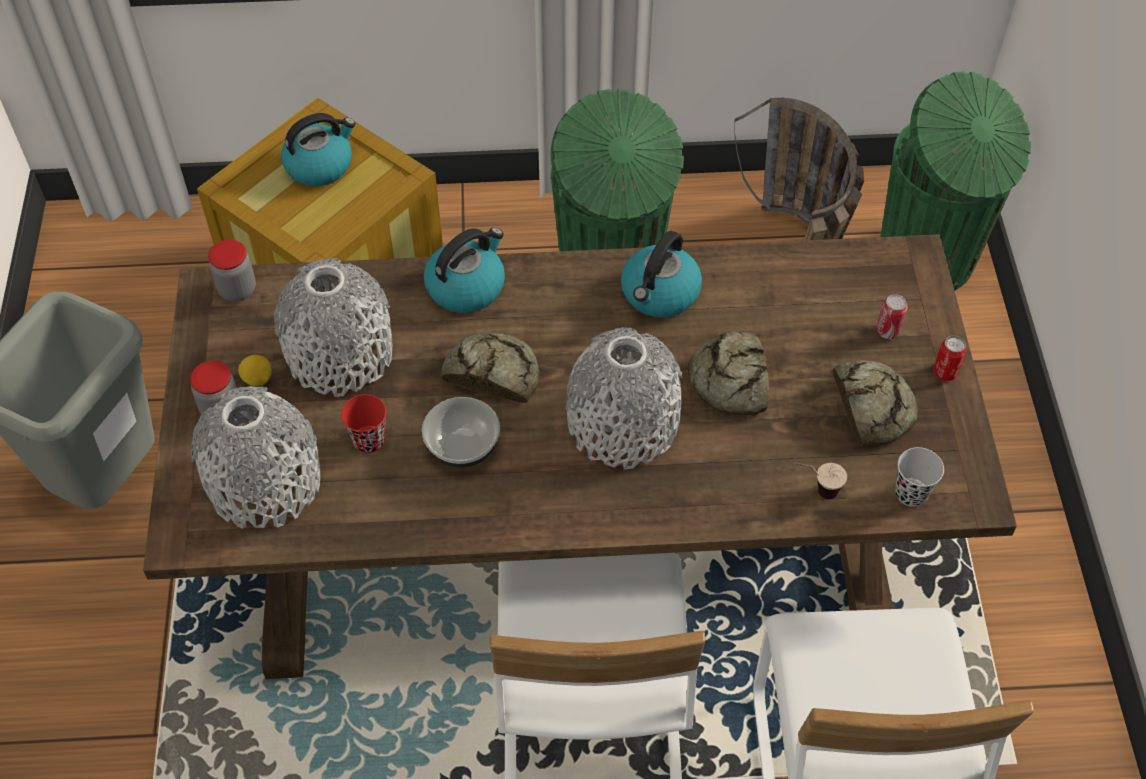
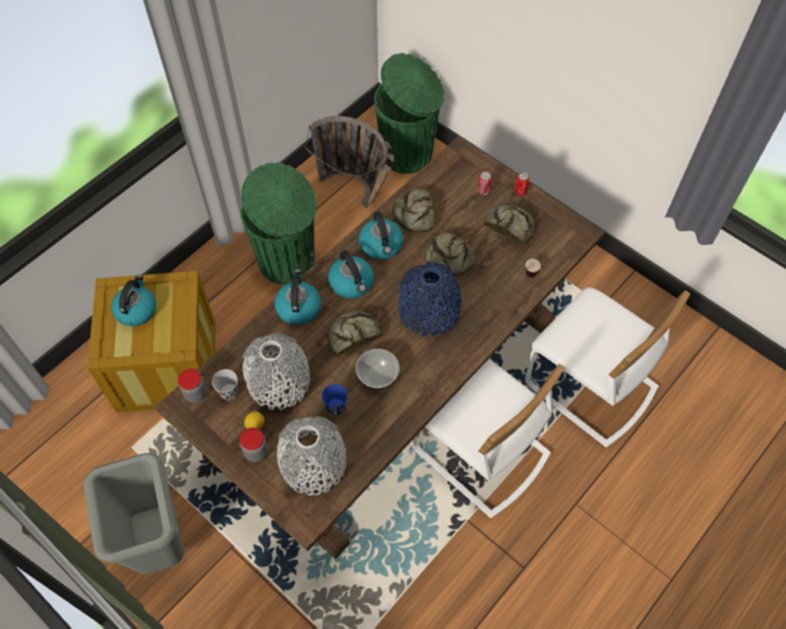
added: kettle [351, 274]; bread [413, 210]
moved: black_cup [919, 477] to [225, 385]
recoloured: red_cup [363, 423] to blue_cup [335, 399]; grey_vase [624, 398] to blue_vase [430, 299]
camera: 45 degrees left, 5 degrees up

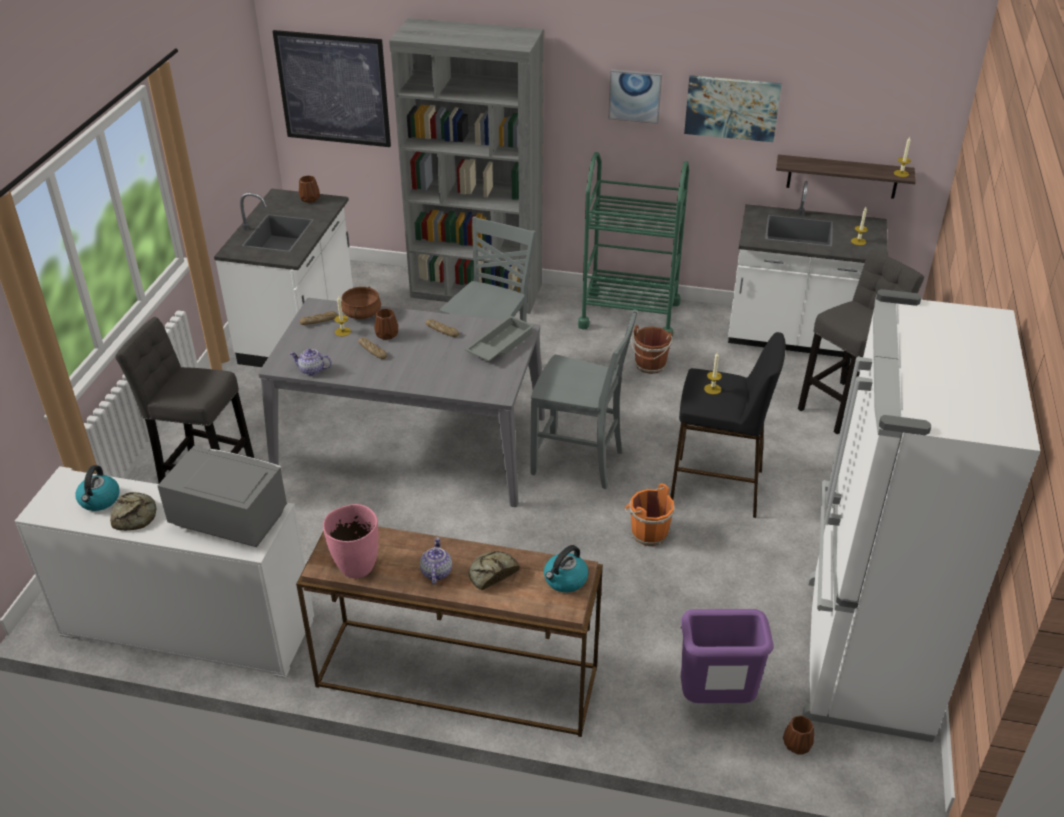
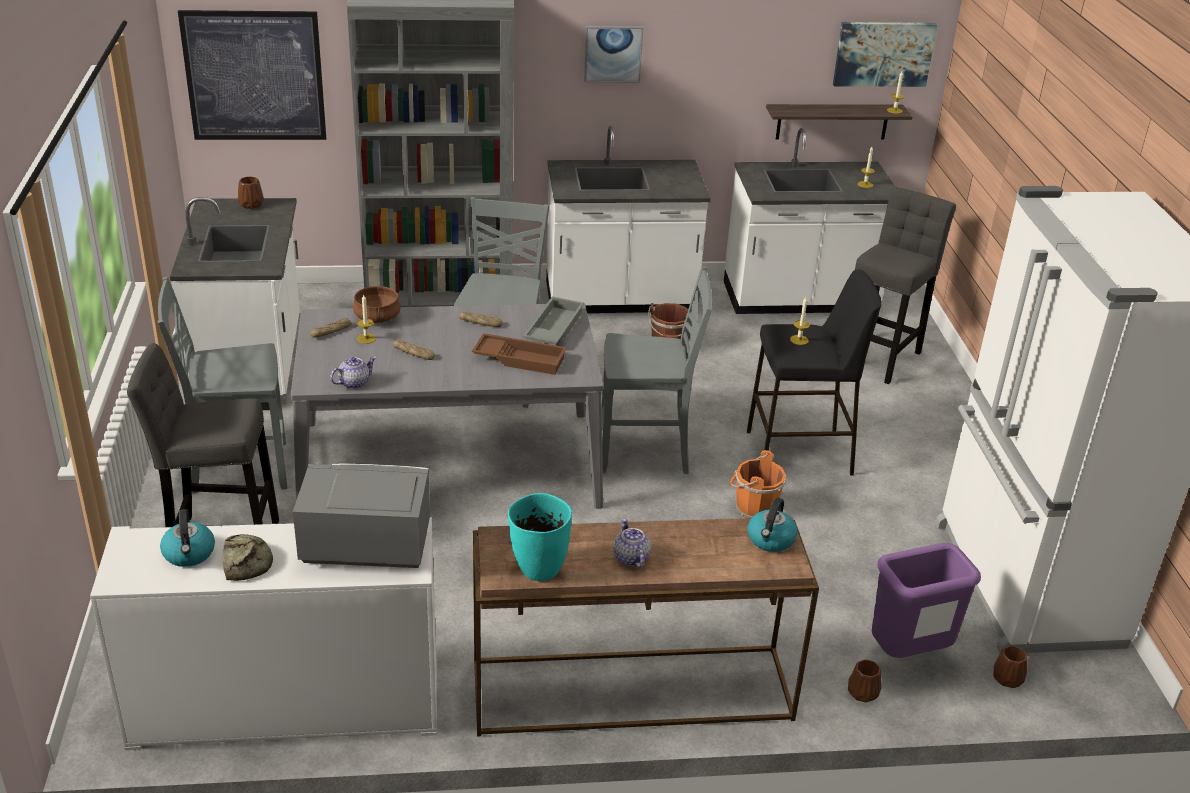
removed: bread [494, 570]
added: grey_chair [222, 385]; brown_tray [519, 354]
moved: brown_vase [386, 324] to [865, 681]; picture [733, 108] to [885, 54]
replaced: green_cart [633, 244] to white_counter [628, 219]
recoloured: pink_vase [351, 541] to turquoise_vase [540, 537]
turned: teapot [311, 362] = [353, 372] 150 degrees clockwise
camera: 20 degrees left, 5 degrees down

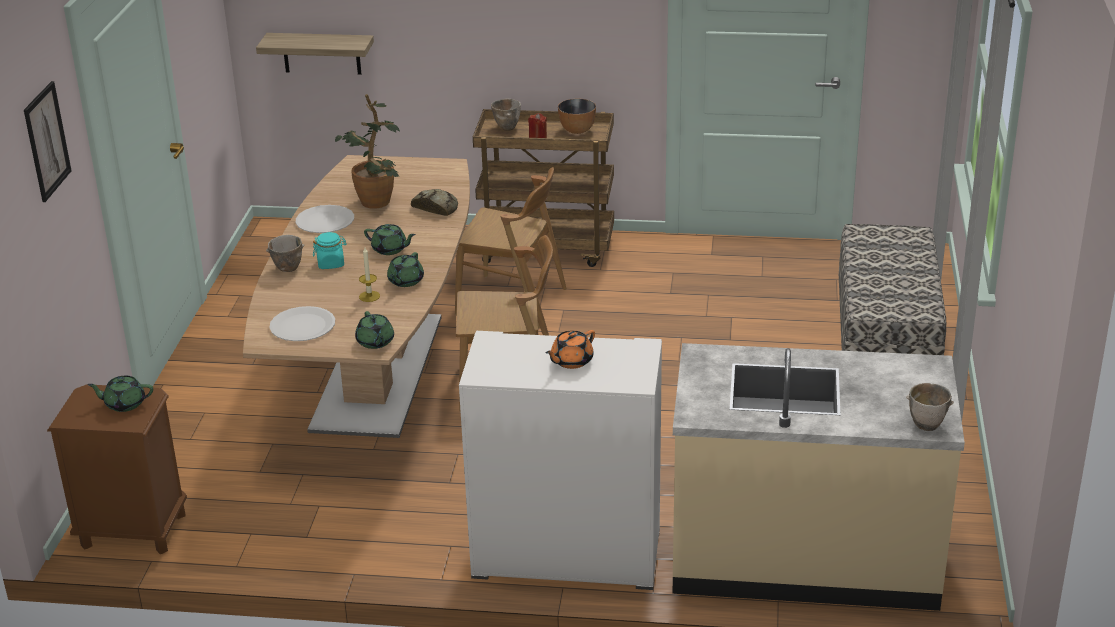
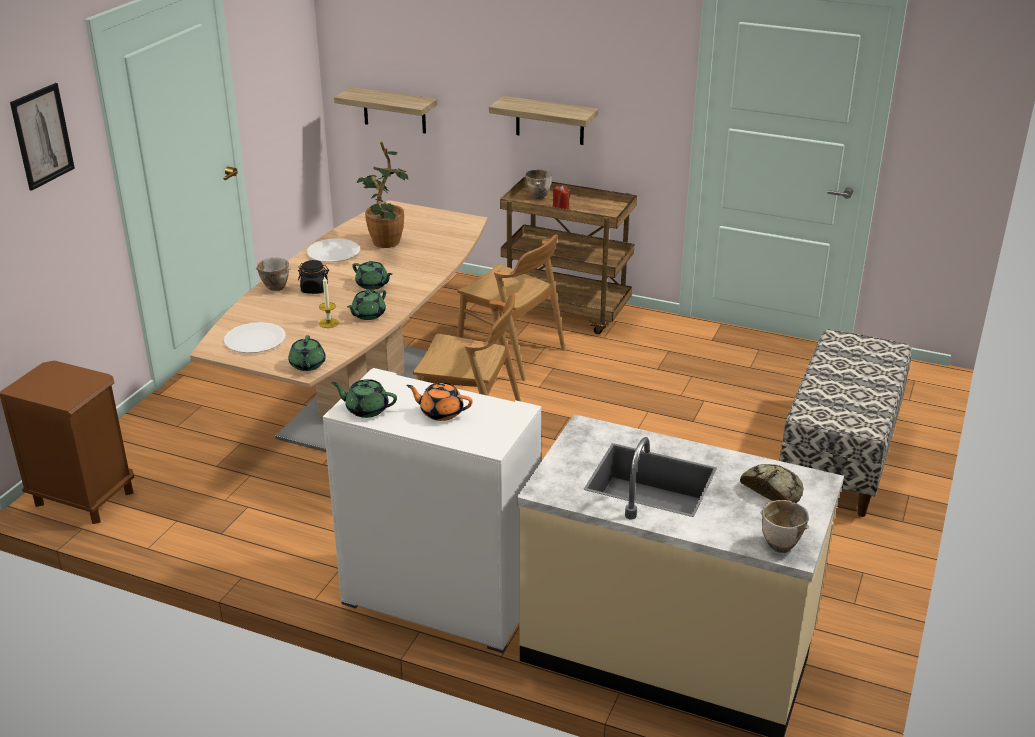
removed: bowl [577, 116]
added: shelf [543, 120]
moved: green_teapot [120, 394] to [364, 398]; bread [434, 202] to [771, 483]
recoloured: turquoise_jar [330, 250] to black_jar [313, 277]
turned: orange_teapot [570, 349] = [439, 401] 45 degrees clockwise
camera: 15 degrees right, 0 degrees up

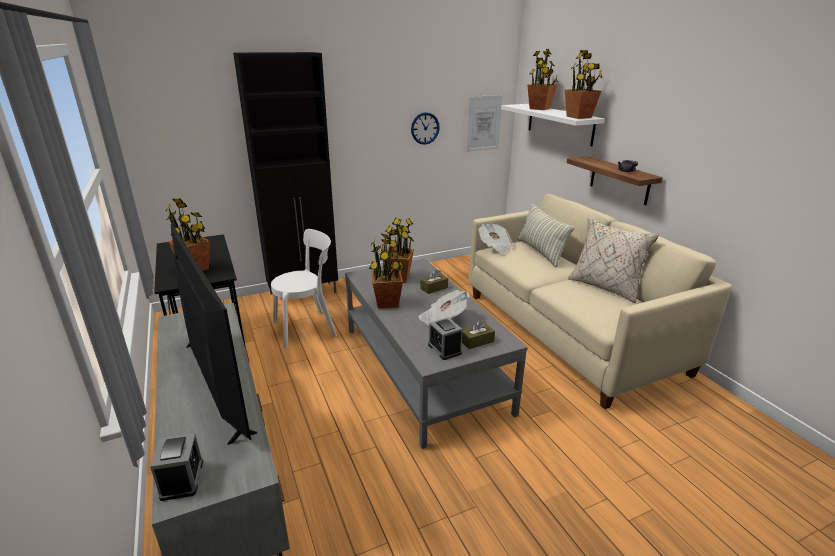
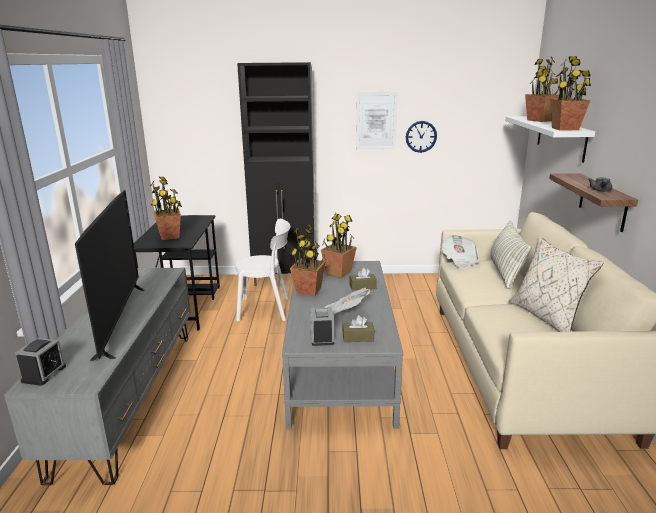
moved: picture [484, 123] to [377, 121]
camera: 25 degrees right, 5 degrees down

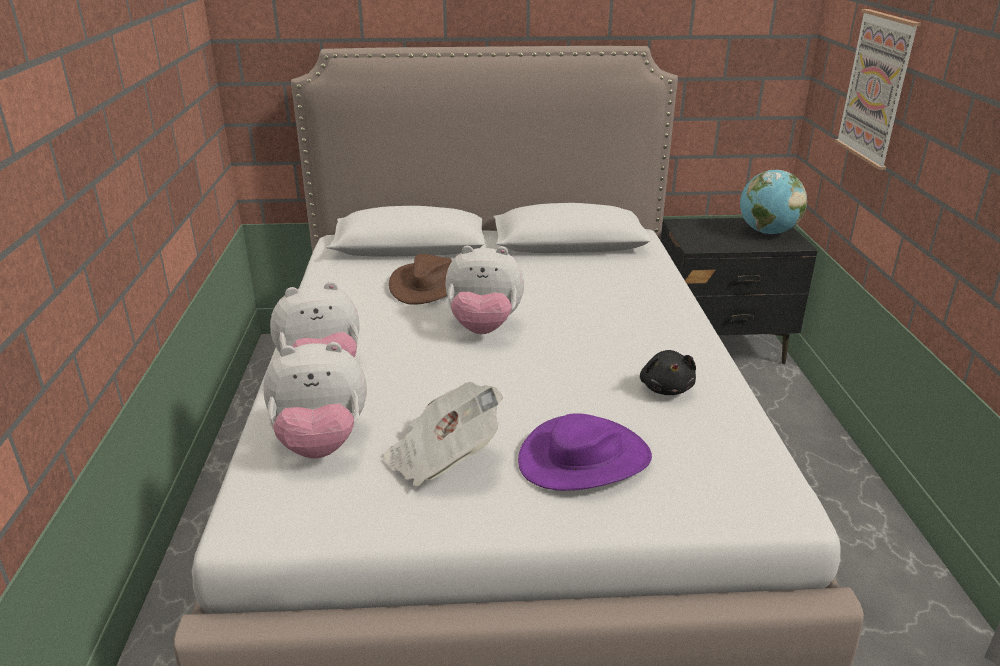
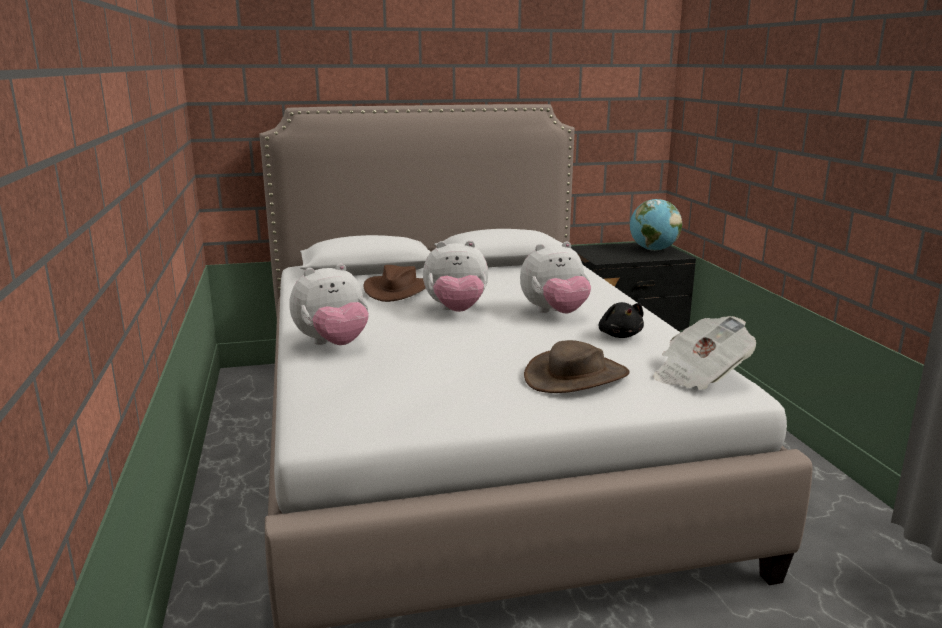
removed: picture [878, 89]
moved: plush_toy [315, 400] to [555, 277]; newspaper [443, 434] to [704, 353]
recoloured: purple_hat [585, 452] to brown_hat [577, 366]
camera: 10 degrees left, 10 degrees down

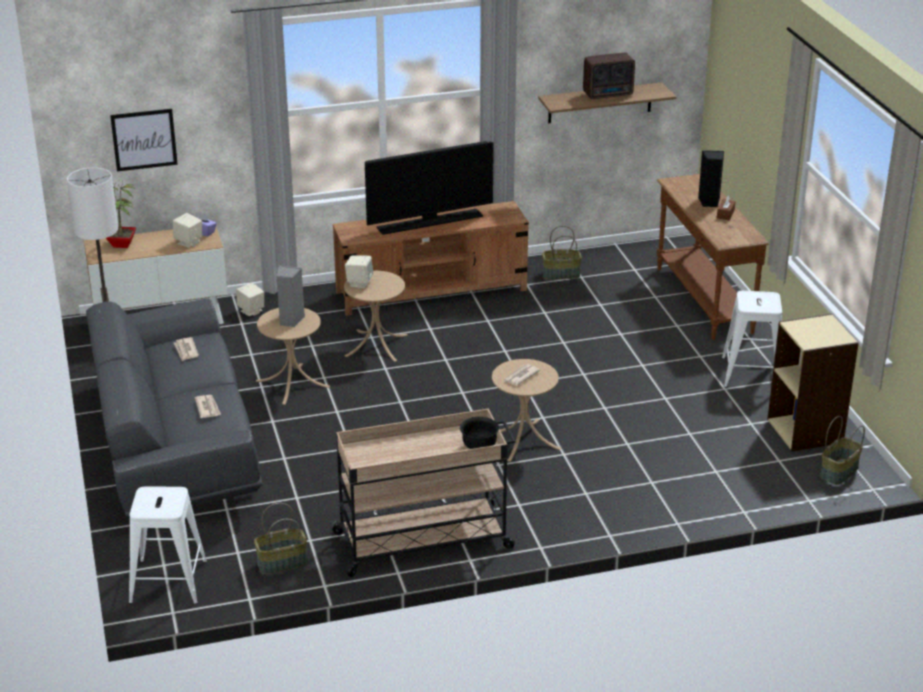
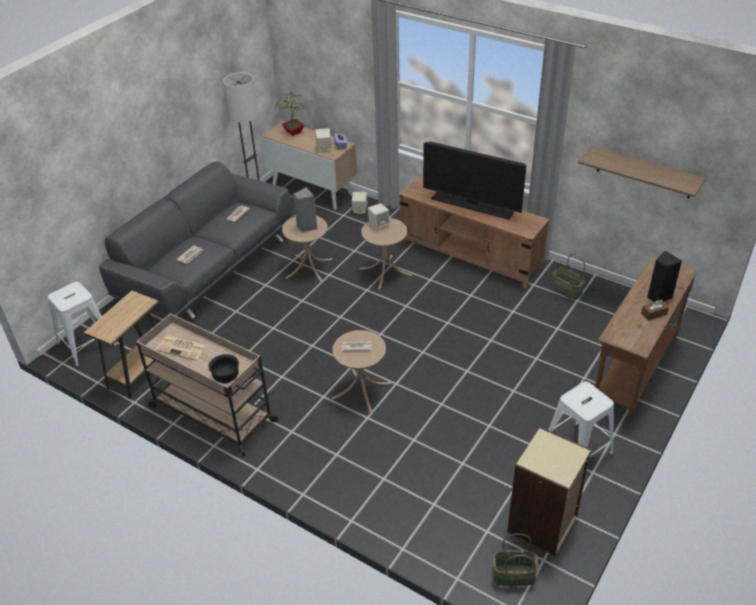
removed: picture [144, 140]; radio [609, 76]
added: newspaper [182, 348]
replaced: basket [280, 538] to brown_side_table [121, 345]
camera: 50 degrees right, 10 degrees up

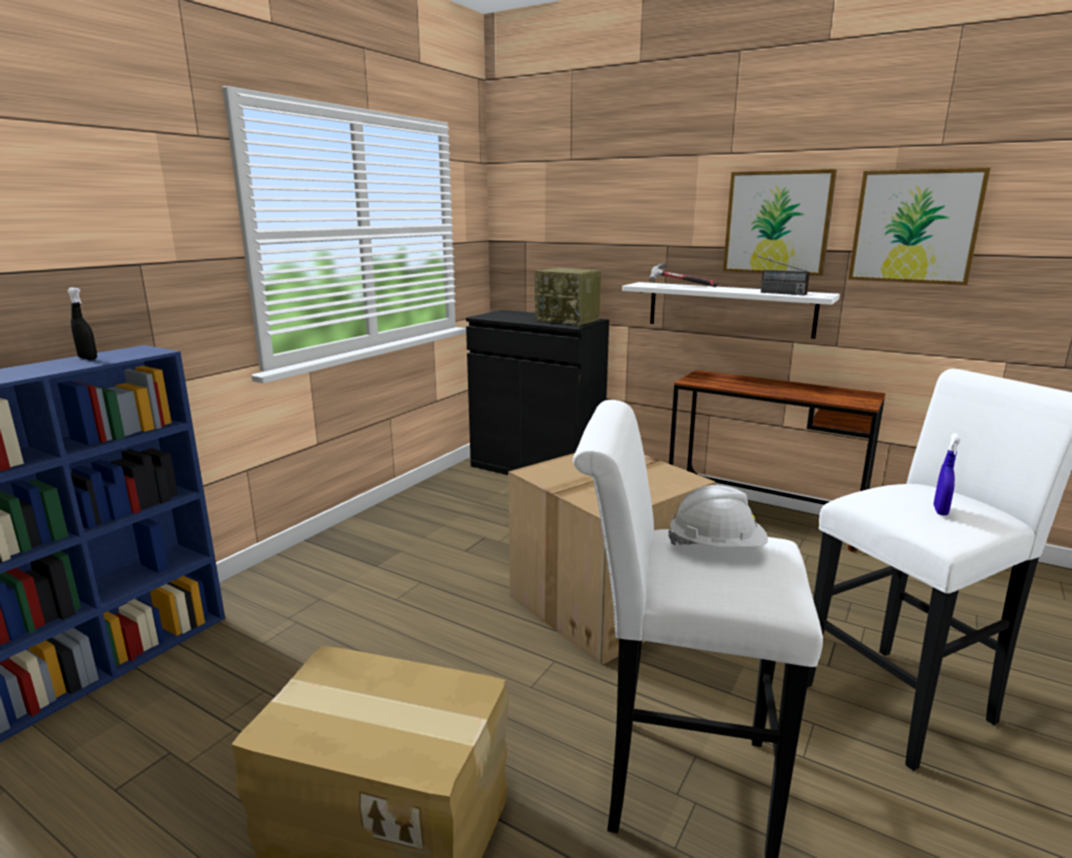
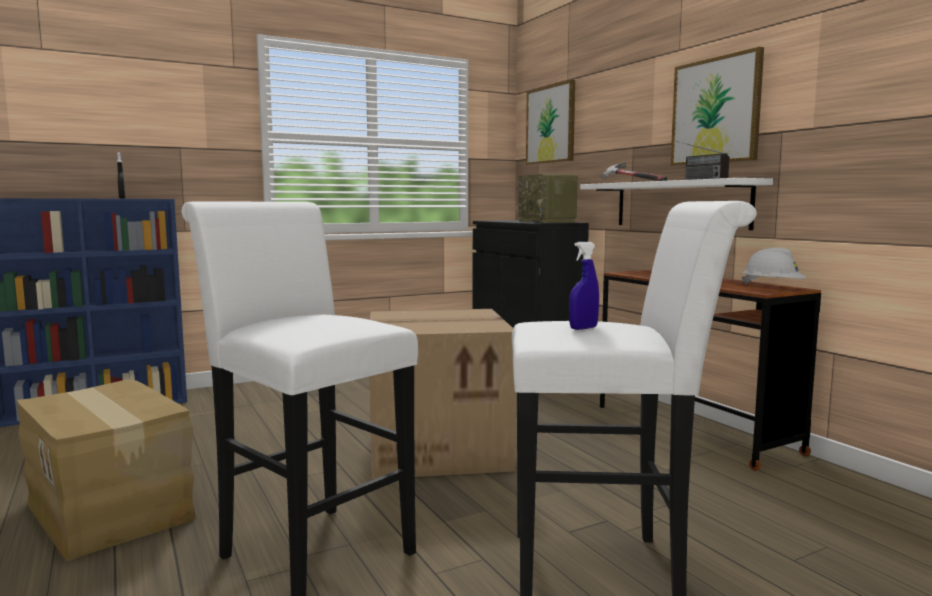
moved: white_hard_hat [718, 516] to [773, 266]; picture [919, 226] to [550, 122]
camera: 30 degrees right, 10 degrees down

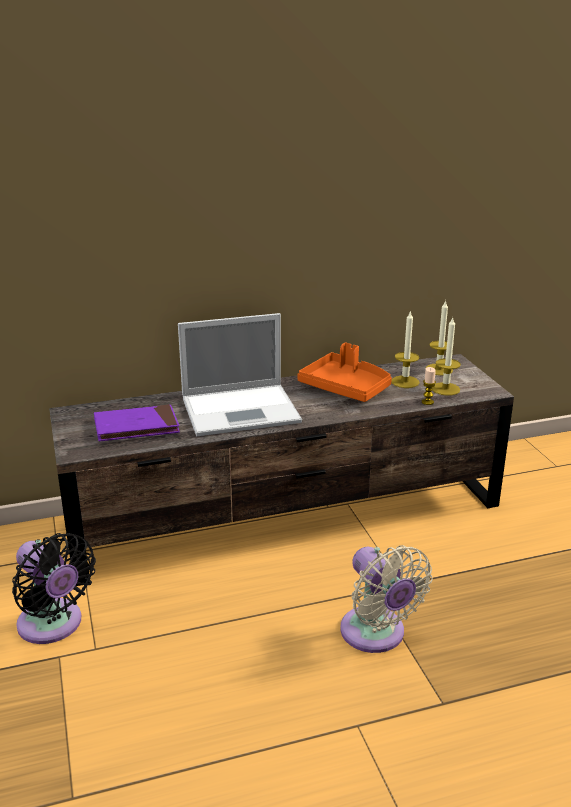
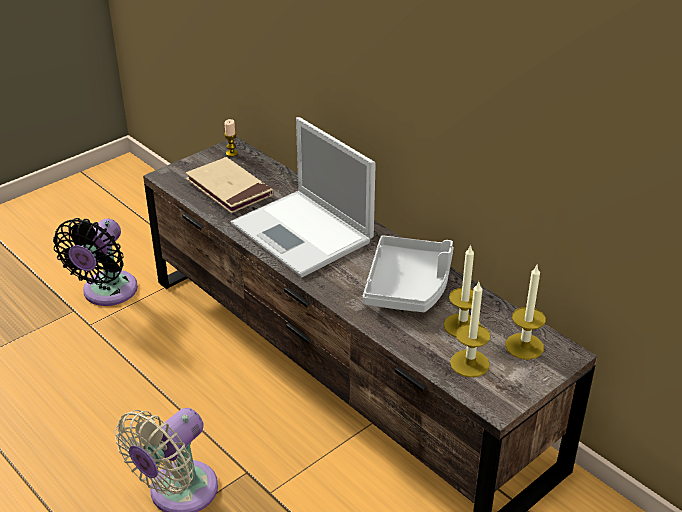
moved: candle [429, 386] to [231, 138]
recoloured: purple_book [137, 422] to beige_book [229, 185]; orange_tray [344, 372] to grey_tray [408, 273]
camera: 65 degrees right, 10 degrees up

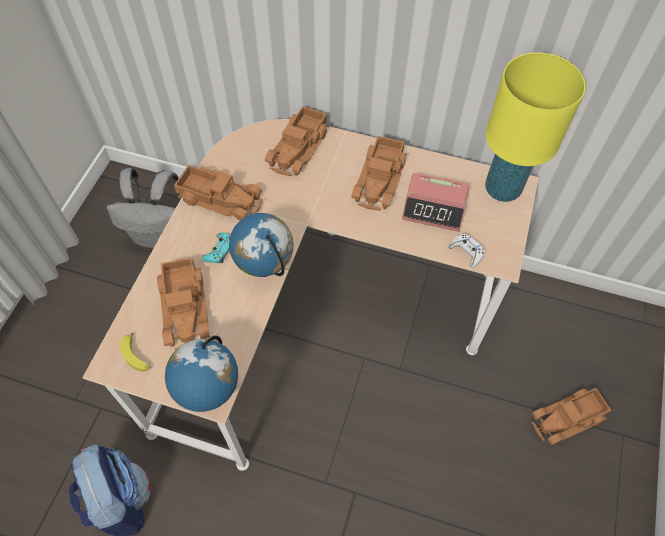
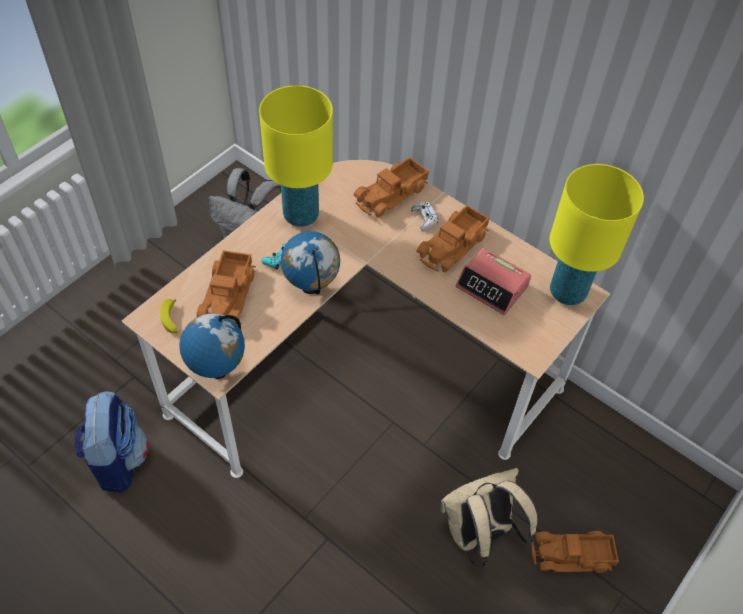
added: beige_backpack [489, 517]
moved: white_game_controller [467, 251] to [424, 216]
replaced: toy_truck [218, 192] to yellow_table_lamp [296, 156]
camera: 20 degrees right, 5 degrees down

